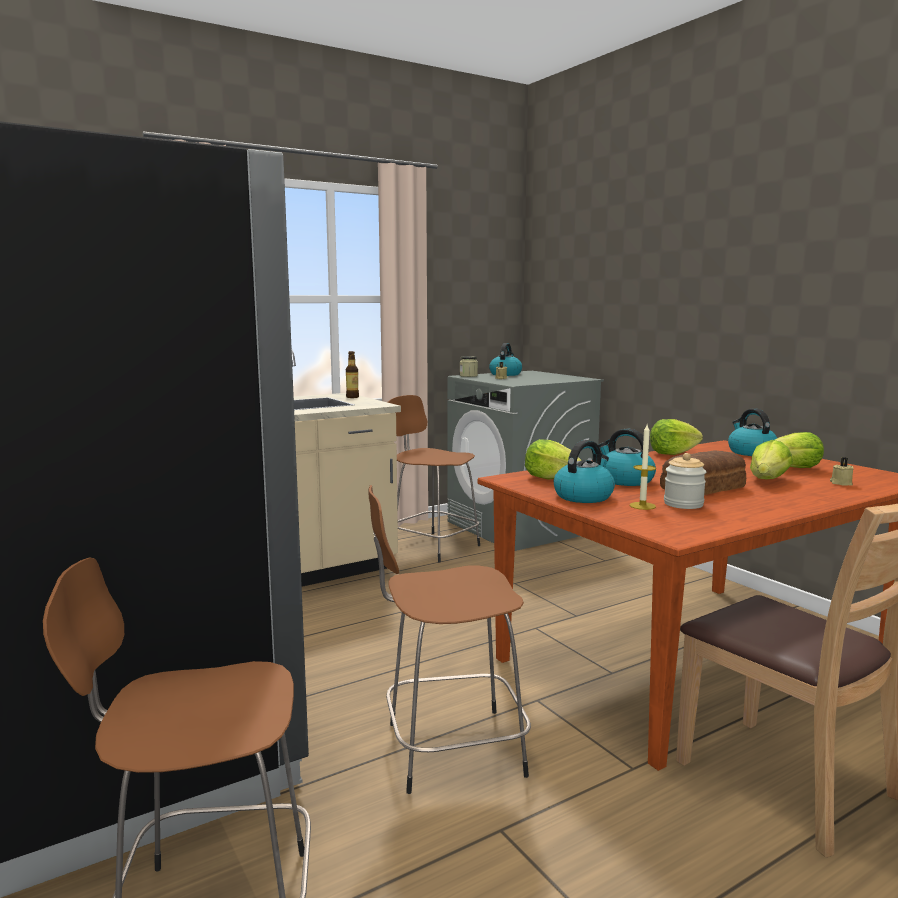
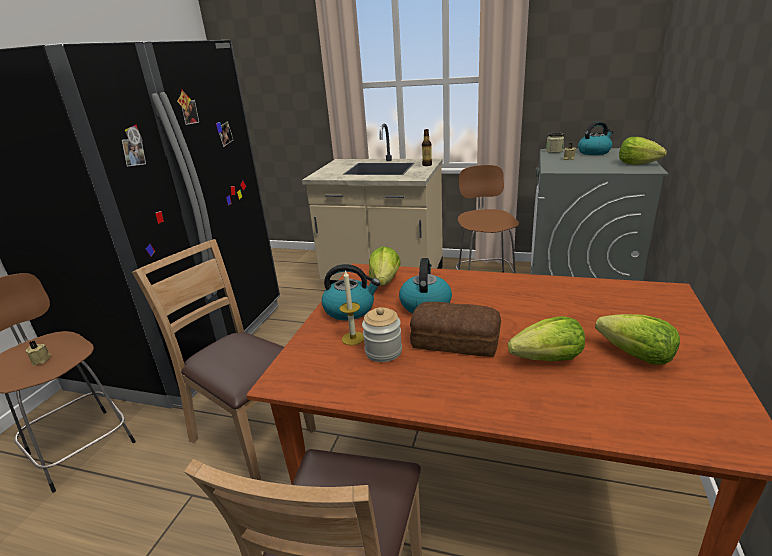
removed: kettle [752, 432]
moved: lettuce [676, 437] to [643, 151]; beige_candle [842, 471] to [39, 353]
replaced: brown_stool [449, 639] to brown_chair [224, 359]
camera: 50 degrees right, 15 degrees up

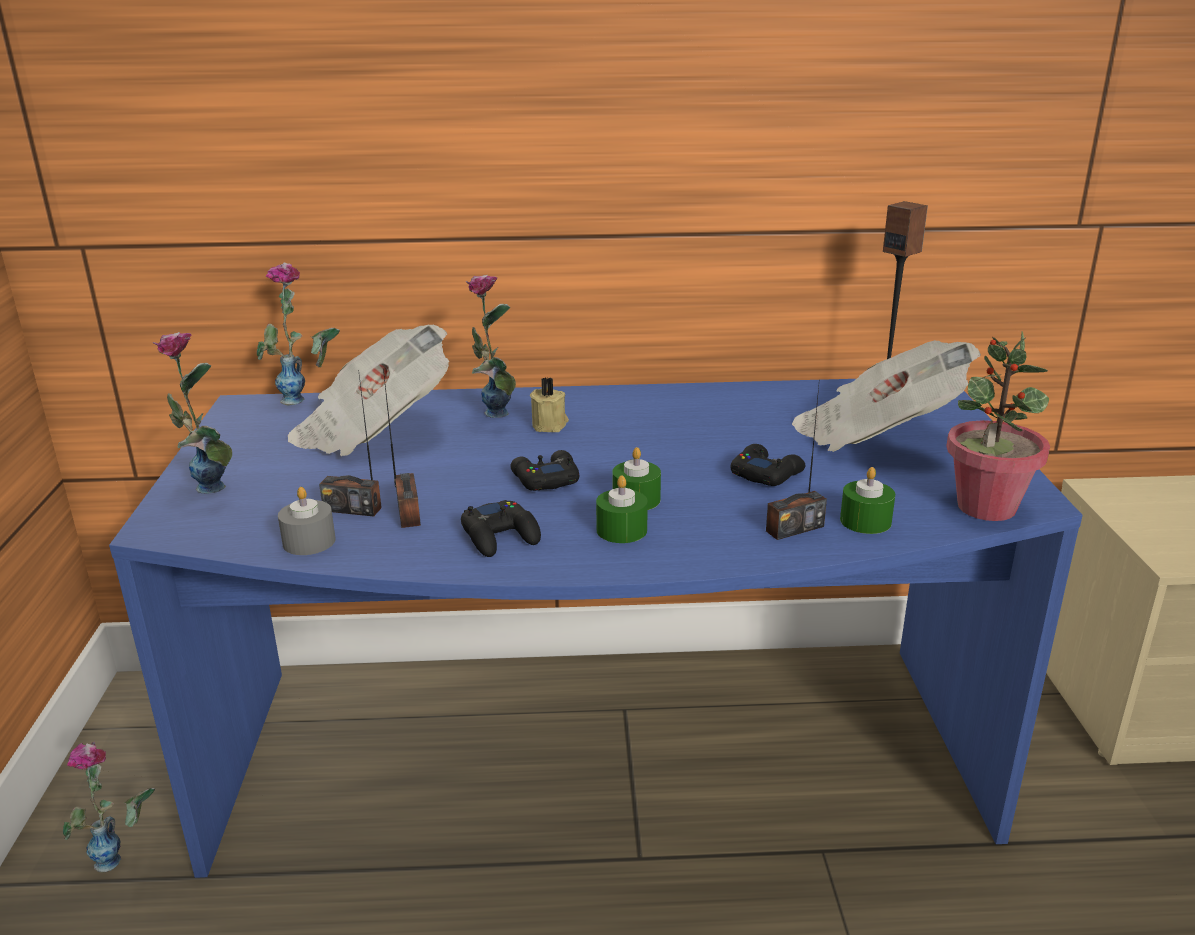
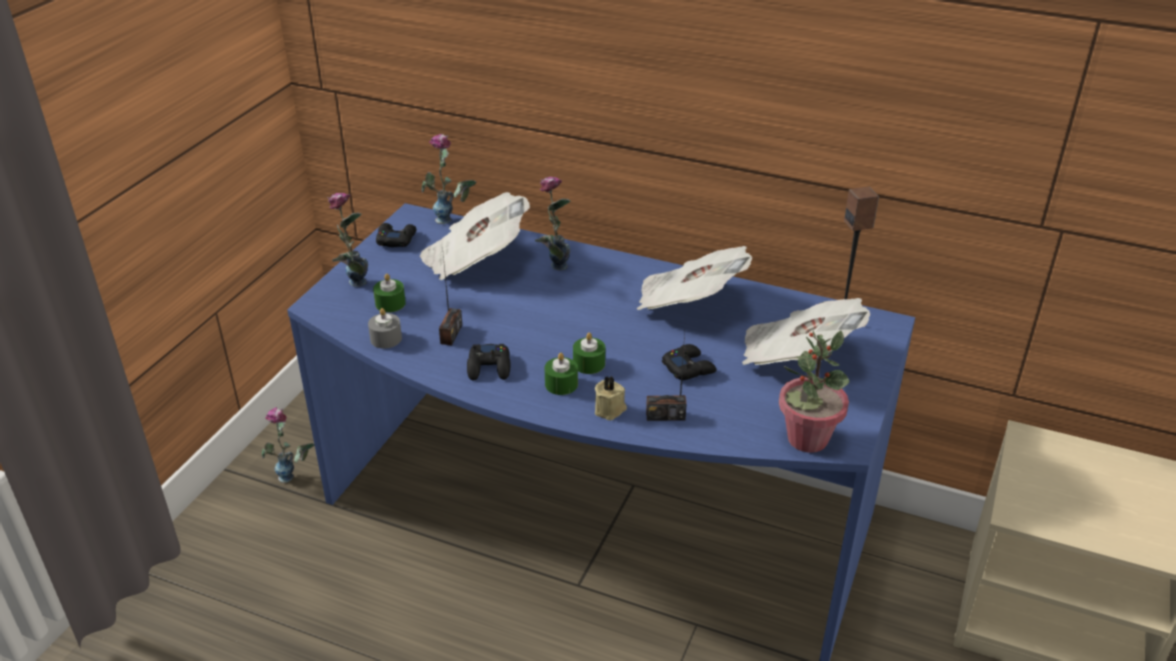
removed: radio [350, 446]
added: newspaper [694, 278]
moved: black_game_controller [544, 470] to [396, 235]; beige_candle [549, 404] to [611, 398]; green_candle [867, 500] to [389, 293]
camera: 25 degrees right, 10 degrees up

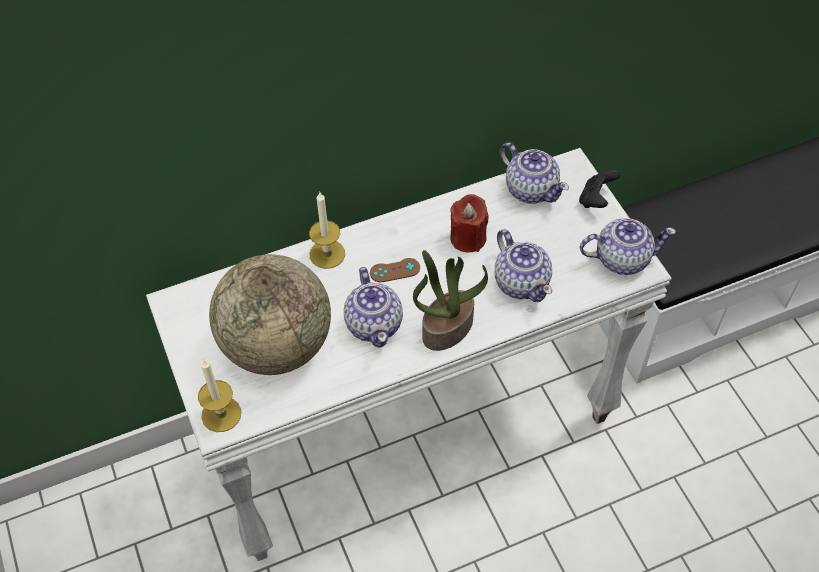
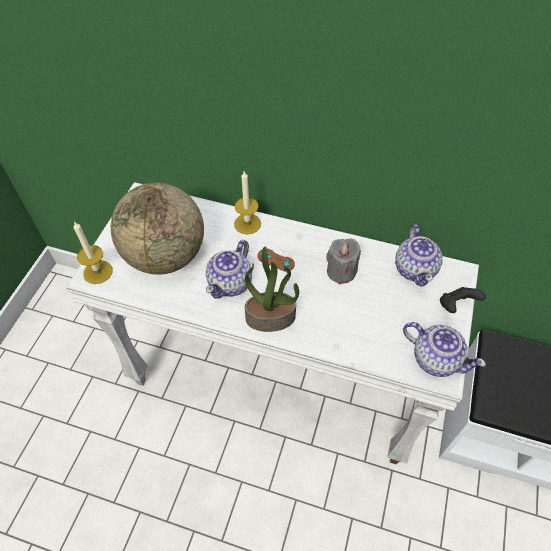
removed: teapot [523, 265]
recoloured: red_candle [469, 223] to grey_candle [343, 261]
camera: 40 degrees right, 0 degrees up

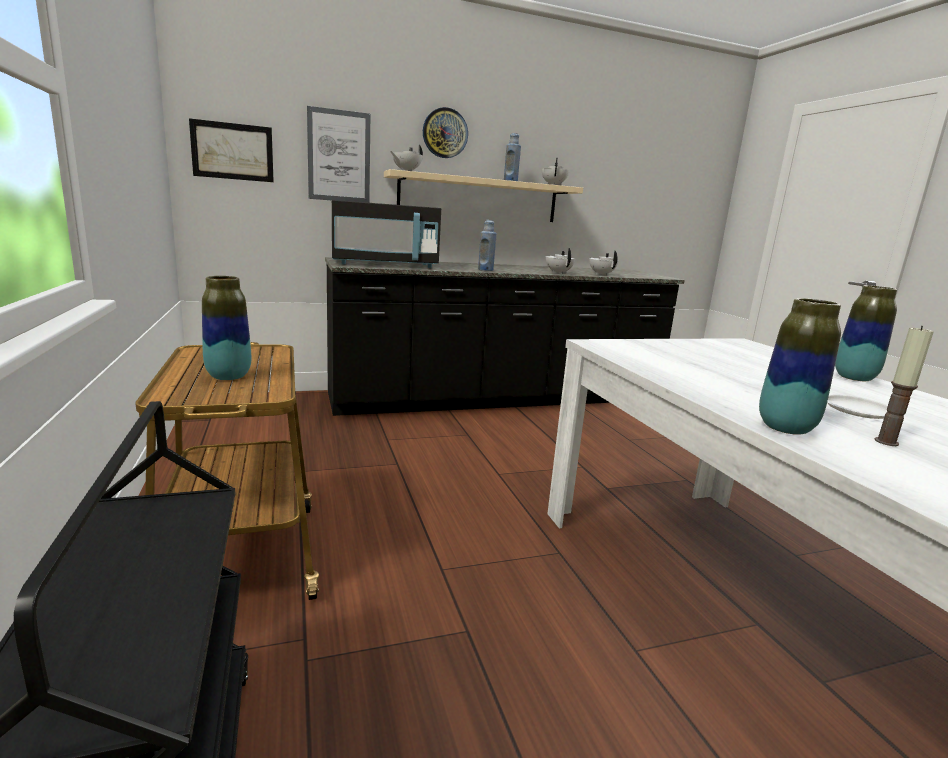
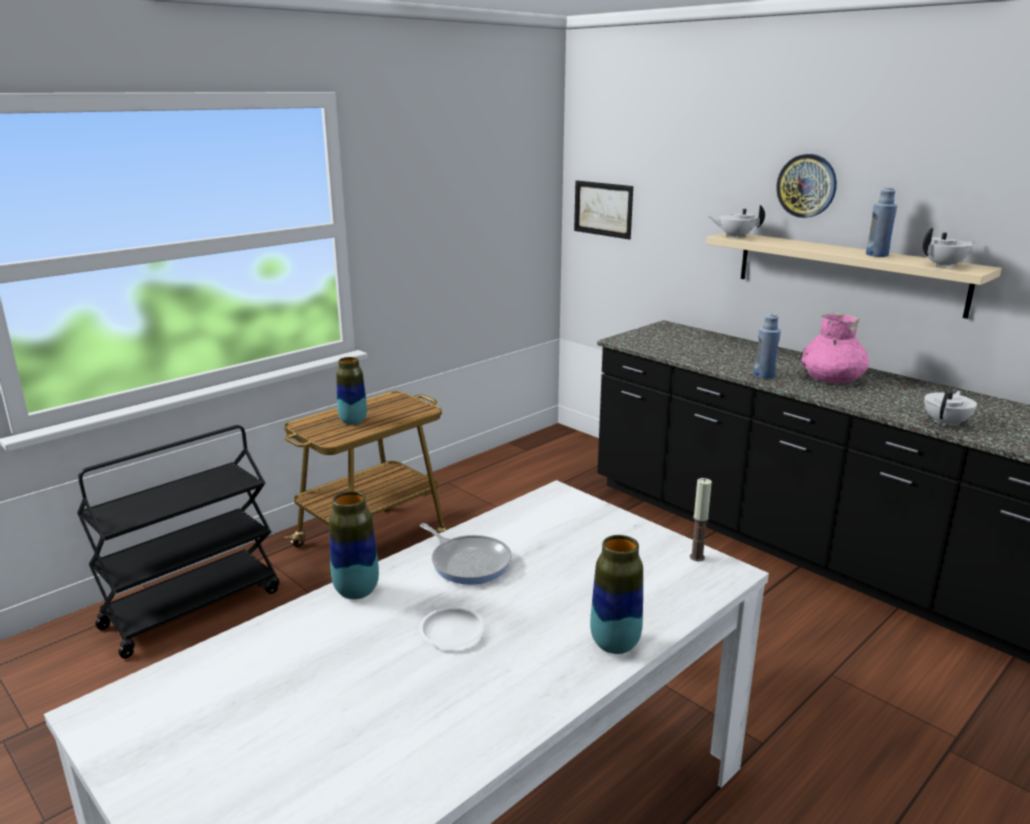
removed: picture [338, 154]; black_microwave [386, 234]; white_teapot [560, 261]
added: frying_pan [466, 554]; pink_vase [835, 348]
moved: candle [904, 386] to [701, 519]
camera: 65 degrees right, 5 degrees up

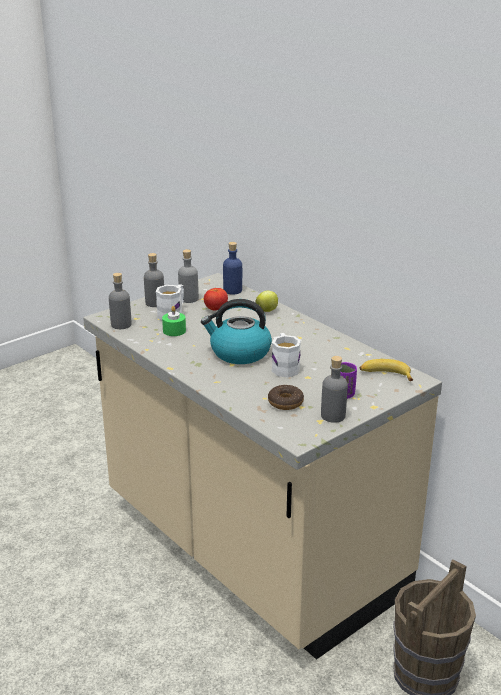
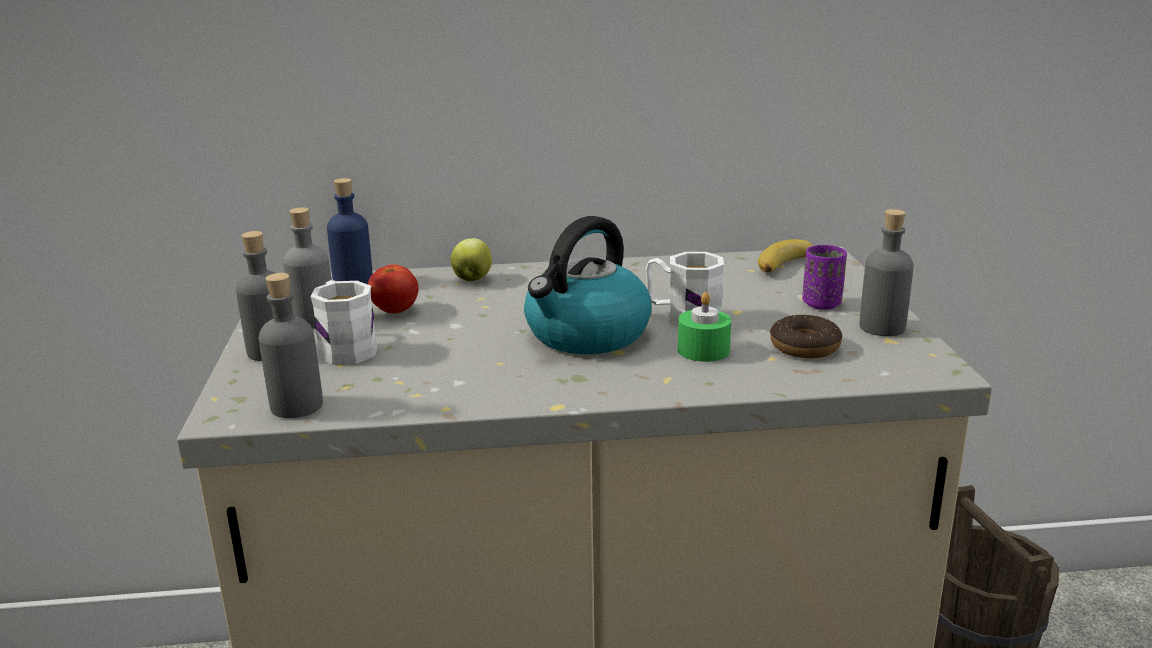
moved: green_candle [174, 321] to [704, 327]
camera: 55 degrees left, 5 degrees down

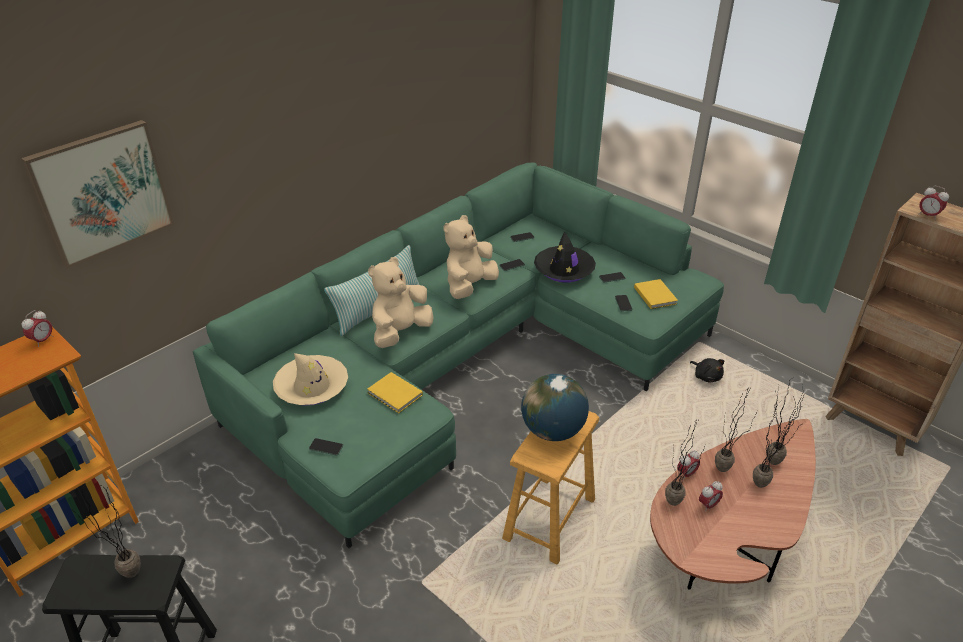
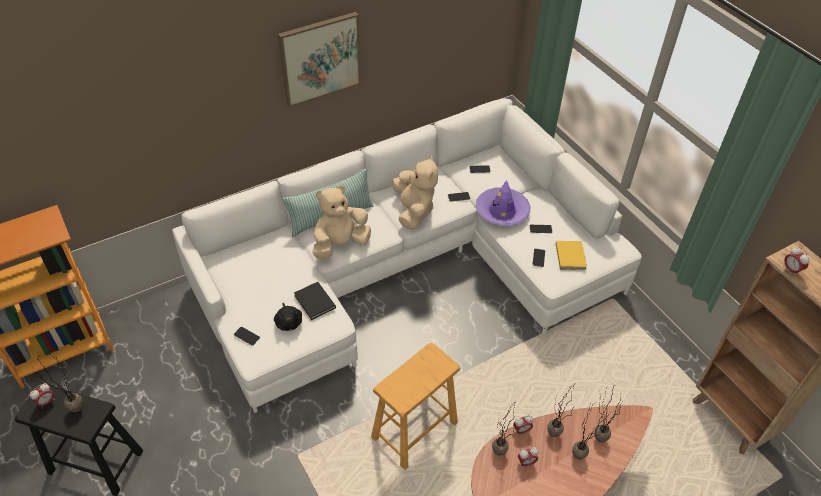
removed: beige_hat [310, 379]; globe [555, 407]
moved: picture [97, 194] to [319, 59]; alarm_clock [37, 328] to [42, 395]; black_plush_toy [707, 370] to [288, 317]
recoloured: green_sofa [458, 355] to white_sofa [407, 255]; yellow_book [395, 392] to black_book [315, 301]; black_hat [565, 256] to purple_hat [503, 203]
turned: beige_plush_toy [471, 257] = [415, 192] 120 degrees clockwise
camera: 15 degrees right, 10 degrees up

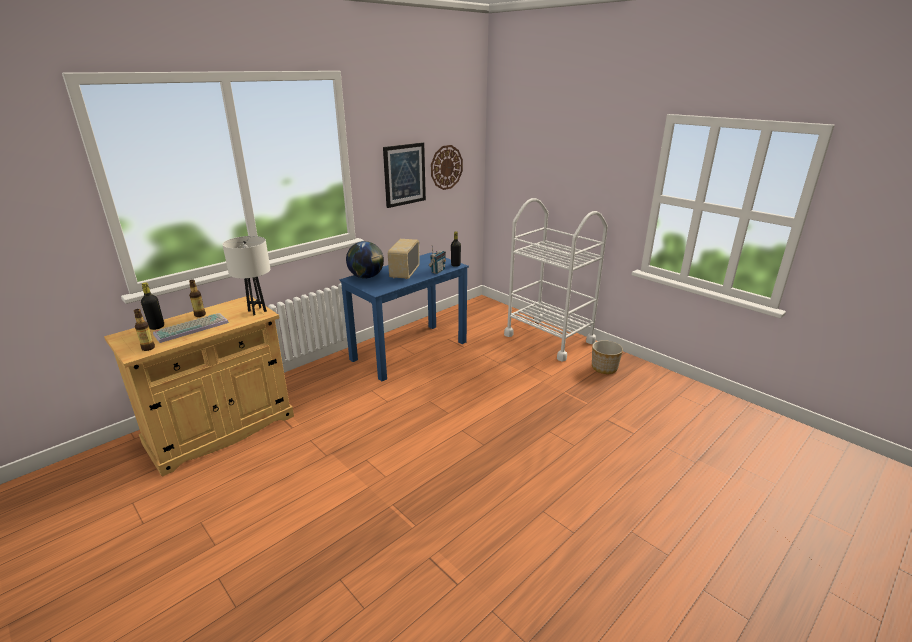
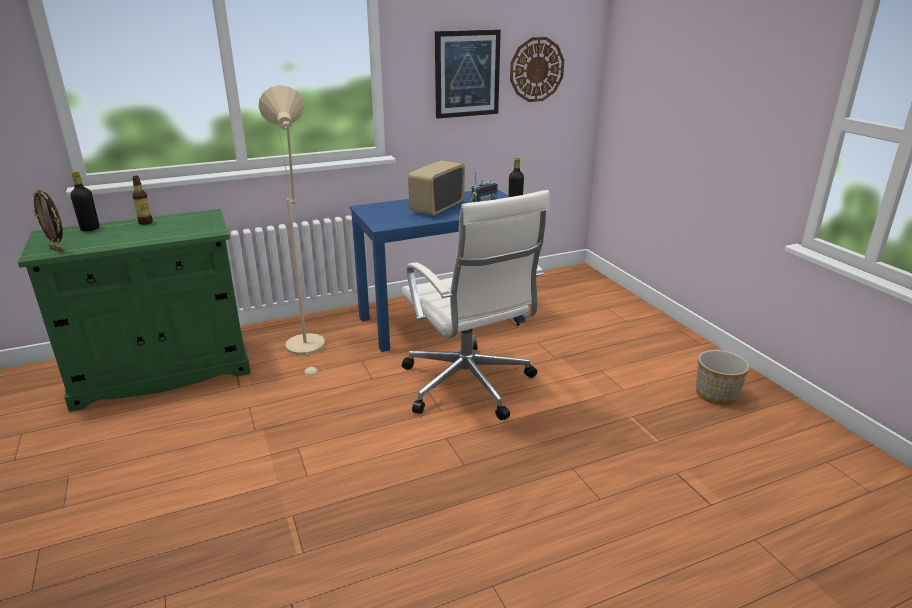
removed: keyboard [191, 328]; white_table_lamp [246, 275]; globe [365, 260]; white_cart [556, 280]
added: beige_floor_lamp [292, 231]; white_office_chair [476, 305]
replaced: bottle [144, 330] to picture_frame [48, 220]
recoloured: beige_cabinet [199, 386] to green_cabinet [134, 310]
camera: 20 degrees right, 0 degrees up

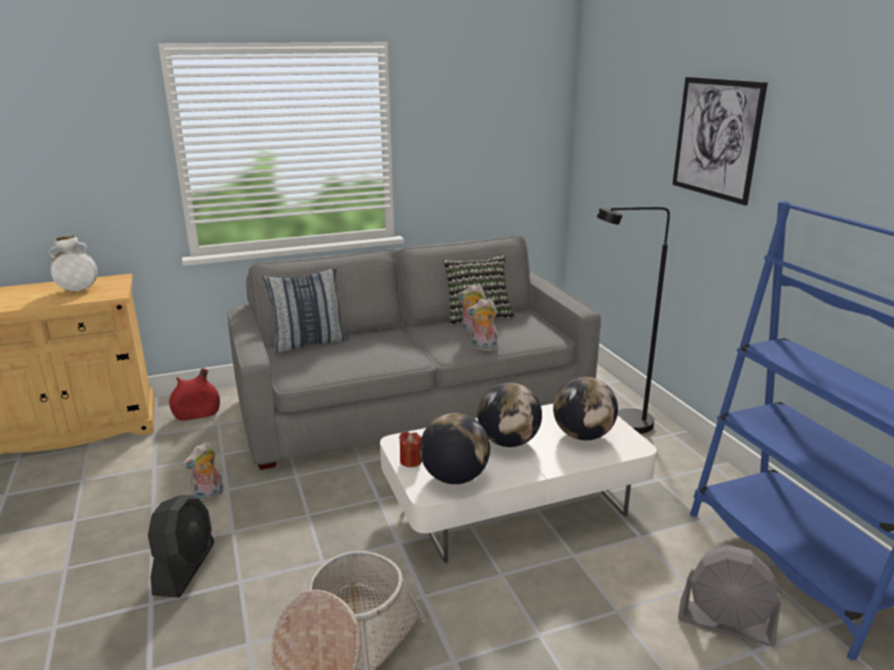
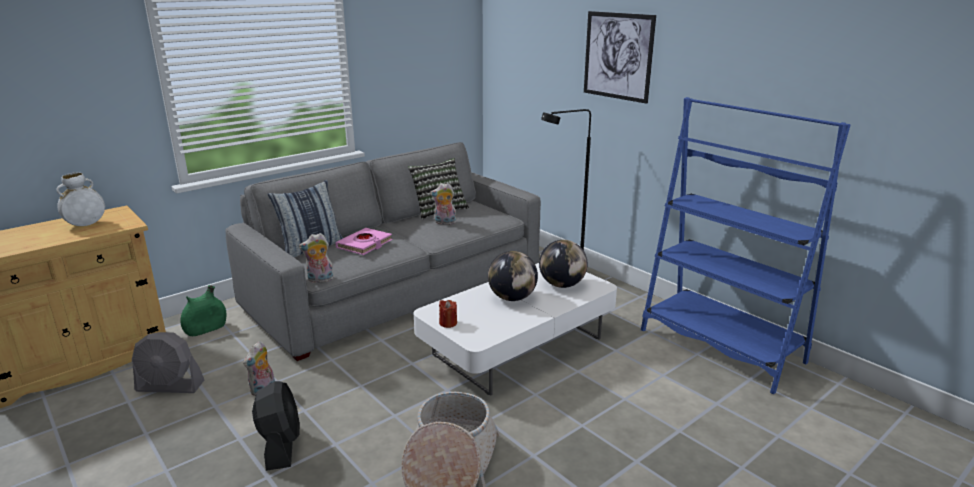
removed: globe [455, 448]
added: pink_book [363, 241]
moved: plush_toy [482, 325] to [316, 258]; grey_fan [729, 595] to [168, 362]
recoloured: red_vase [194, 394] to green_vase [203, 310]
camera: 20 degrees left, 0 degrees up

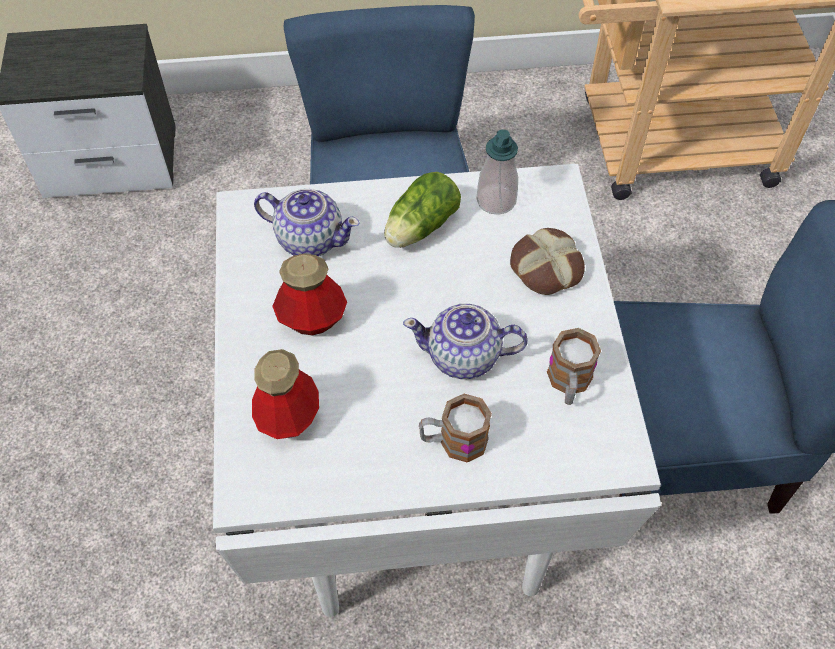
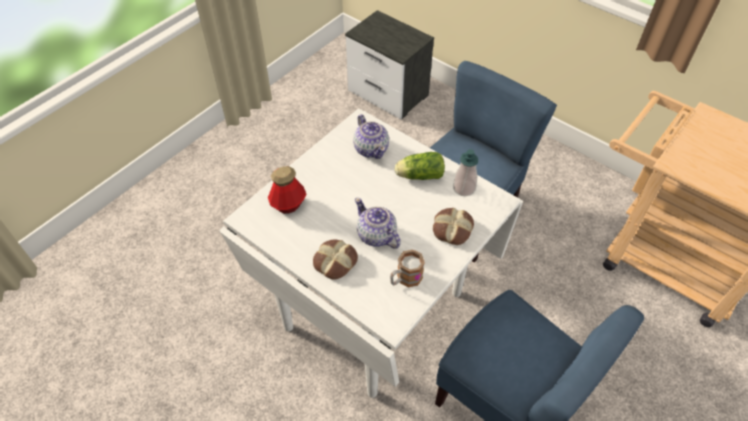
removed: bottle [309, 294]
replaced: mug [455, 428] to bread [335, 260]
camera: 45 degrees right, 5 degrees down

